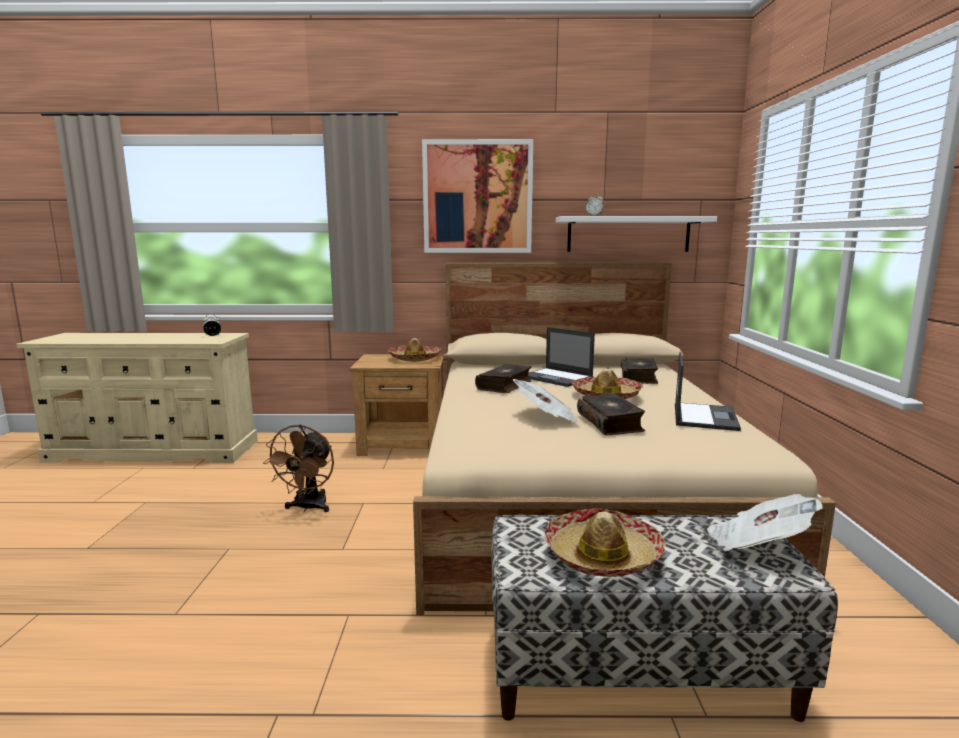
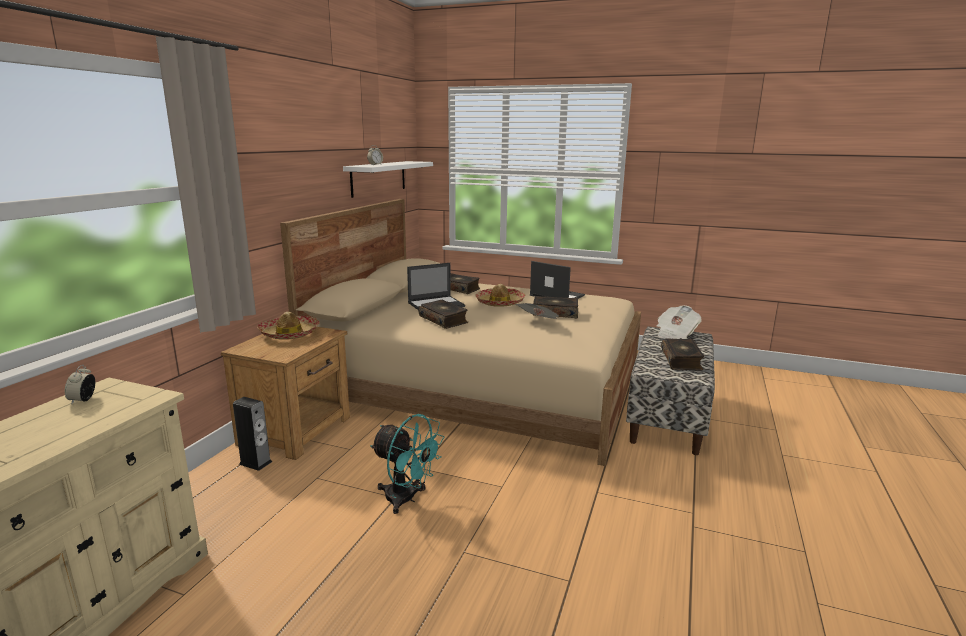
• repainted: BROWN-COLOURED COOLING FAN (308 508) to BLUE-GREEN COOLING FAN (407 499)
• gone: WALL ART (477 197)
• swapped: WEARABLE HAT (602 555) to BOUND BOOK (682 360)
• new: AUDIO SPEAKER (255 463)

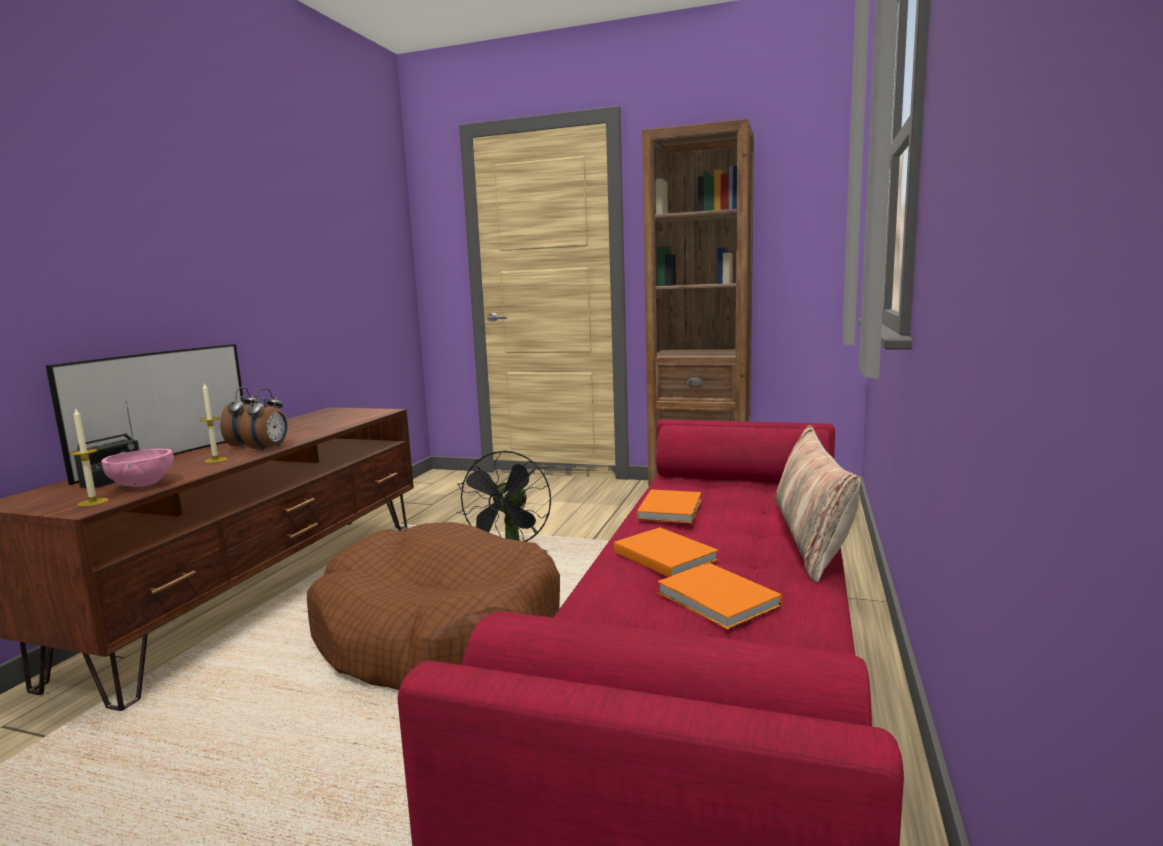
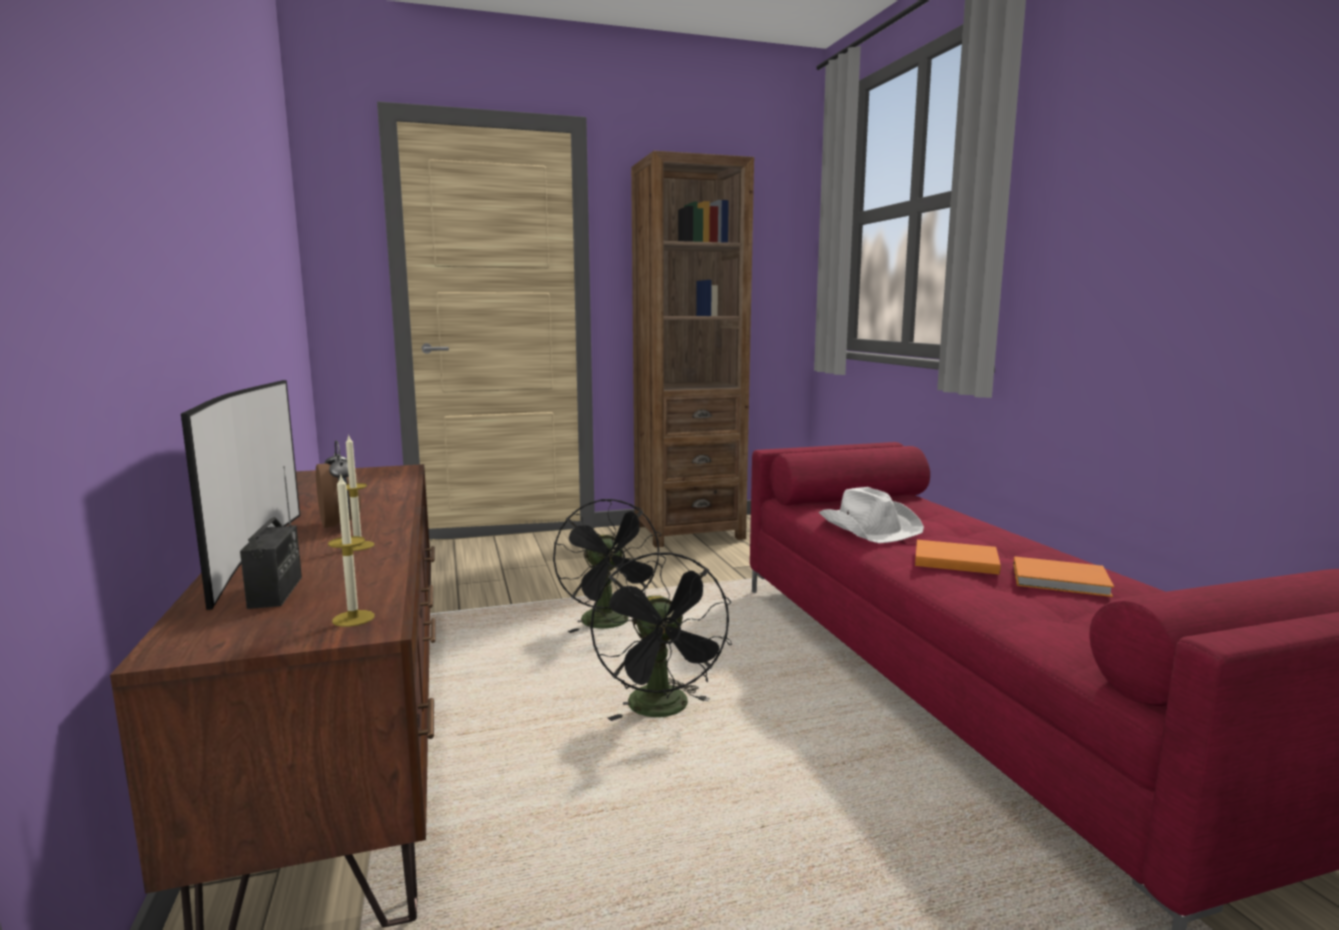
• gone: PINKISH DEEP DISH (143 486)
• gone: ALARM CLOCK (269 449)
• swapped: BROWN-COLOURED DOG CUSHION (439 635) to BLACKISH COOLING FAN (663 710)
• swapped: ORANGE BOUND BOOK (671 509) to WHITISH WEARABLE HAT (869 527)
• gone: THROW PILLOW (811 536)

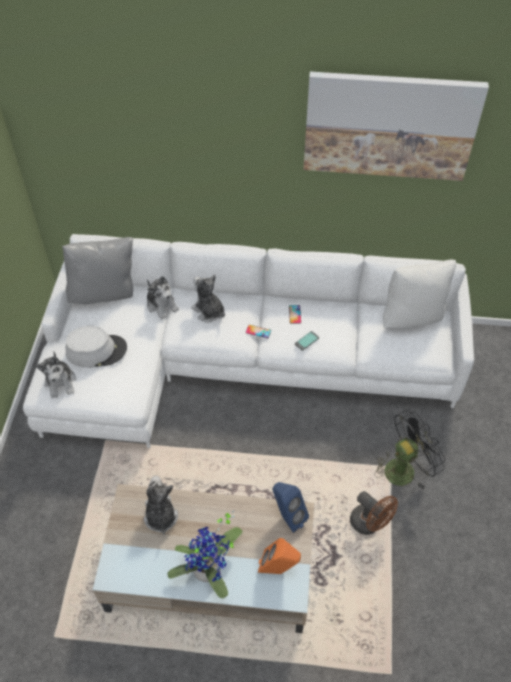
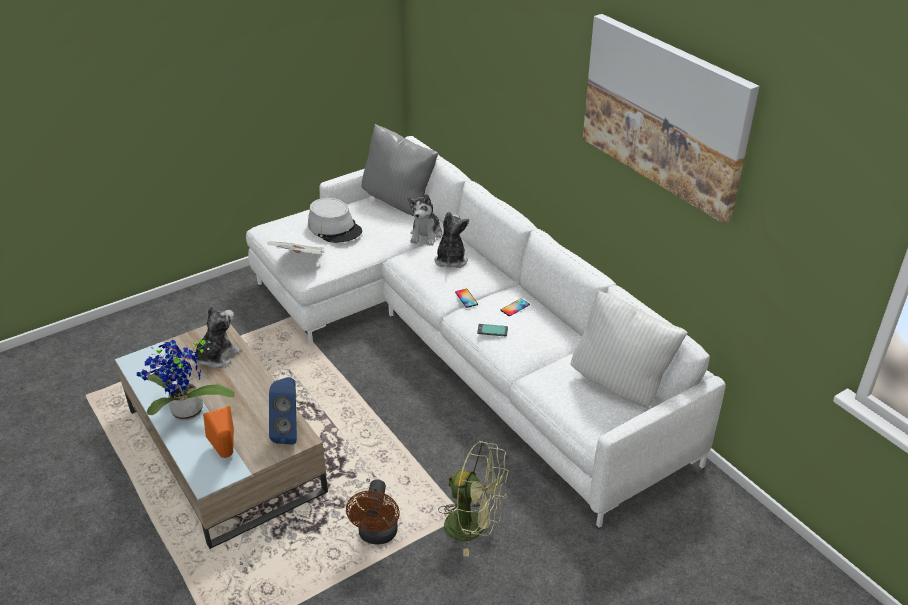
• gone: PLUSH TOY (61 382)
• repainted: BLACKISH COOLING FAN (404 468) to GREEN COOLING FAN (474 527)
• new: NEWSPAPER (300 260)

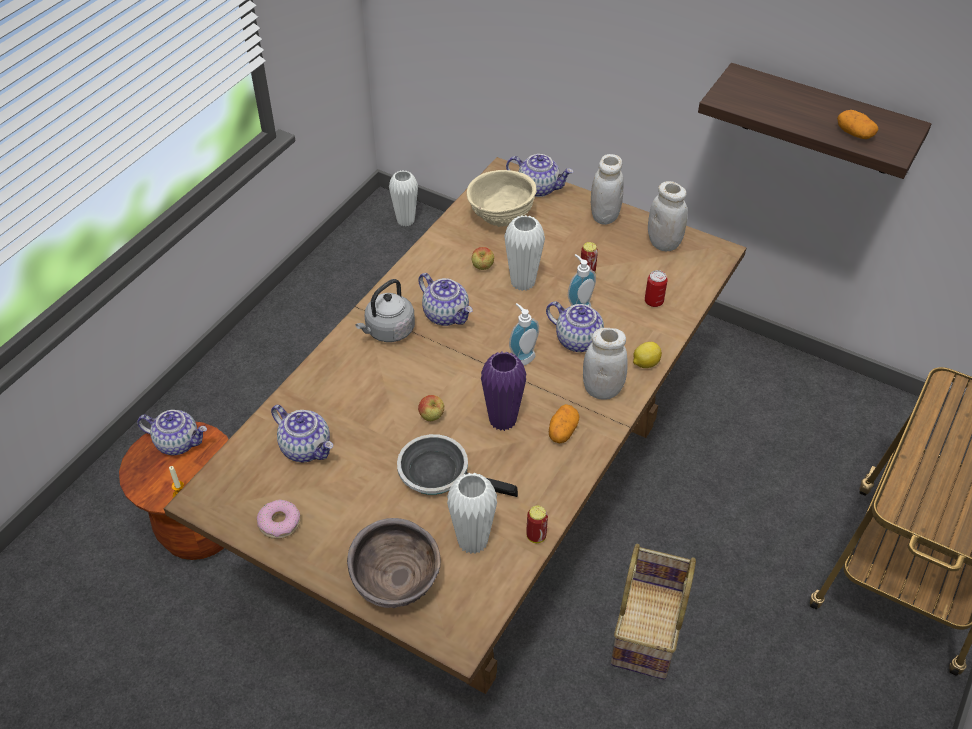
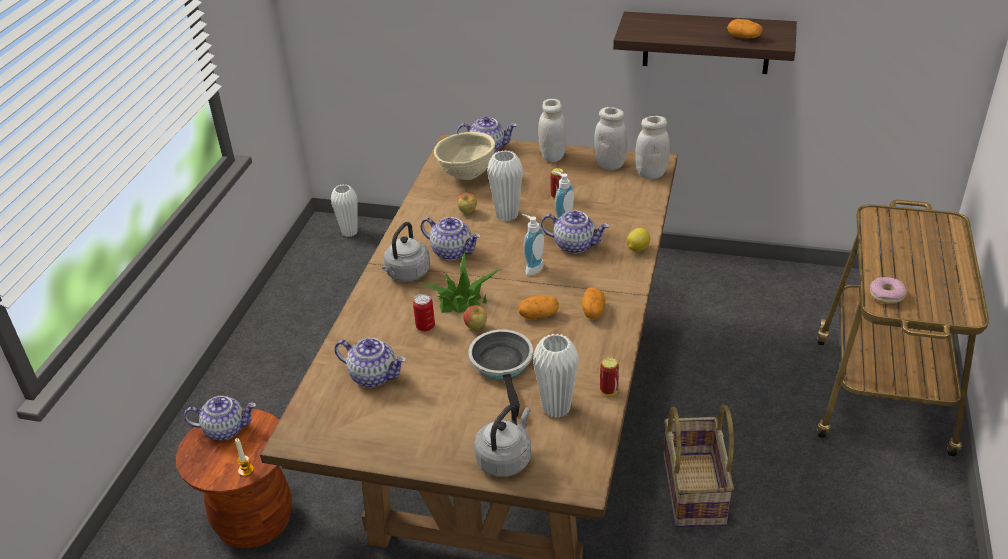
• shifted: RING DOUGHNUT (279 523) to (886 295)
• swapped: BROWN-COLOURED DEEP DISH (396 586) to GRAY KETTLE (505 459)
• rotated: FRYING PAN (440 473) = (503 366) 75 degrees clockwise
• swapped: PURPLISH DECORATIVE VASE (502 420) to POTATO (538 315)
• shifted: WHITISH JAR (602 390) to (651 174)
• shifted: SEALED CAN (653 301) to (425 326)
• new: HOUSEPLANT (461 299)

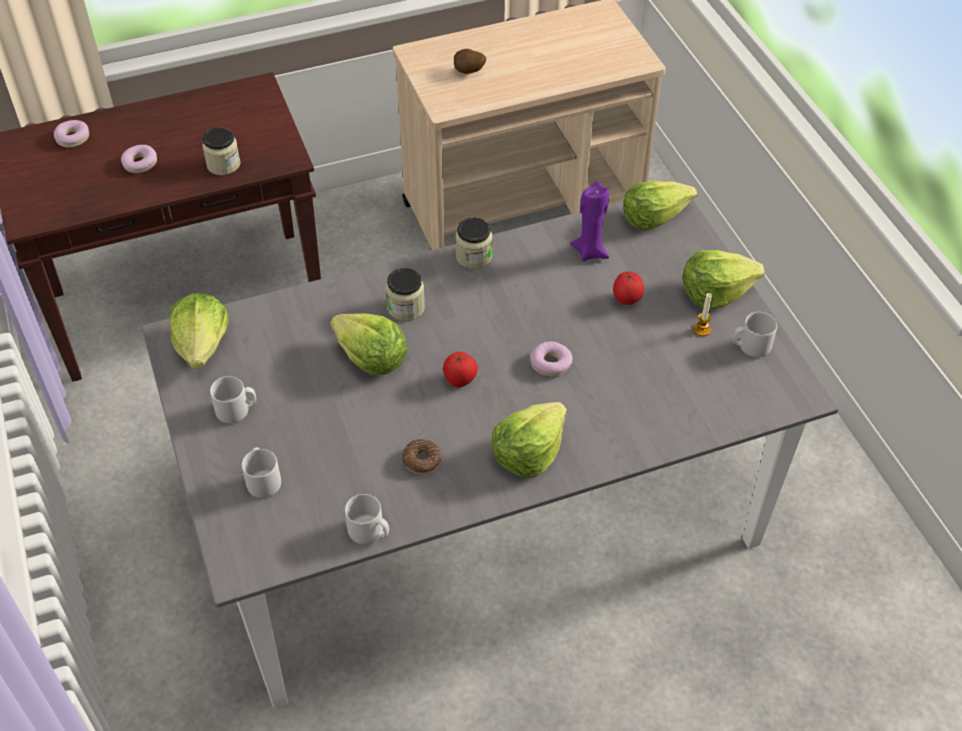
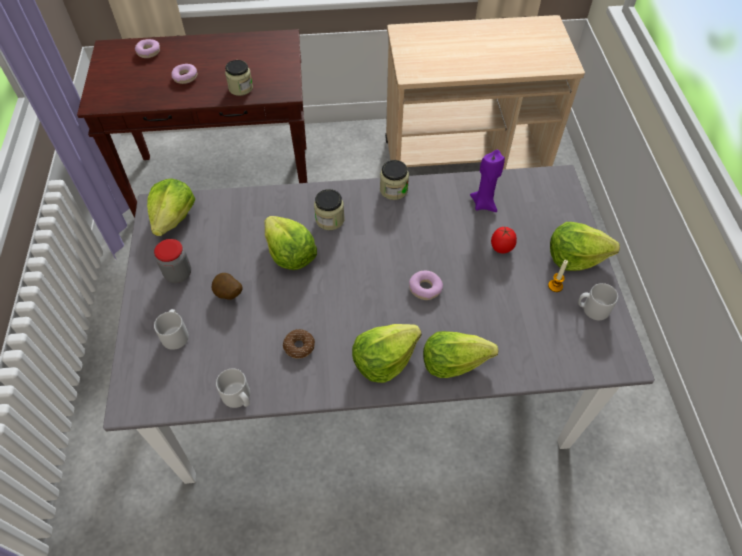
• swapped: GRAY TEA MUG (237 410) to JAR (178 274)
• gone: WHOLE TOMATO (460 380)
• shifted: POTATO (469 73) to (228 295)
• shifted: HEAD OF LETTUCE (654 216) to (454 361)

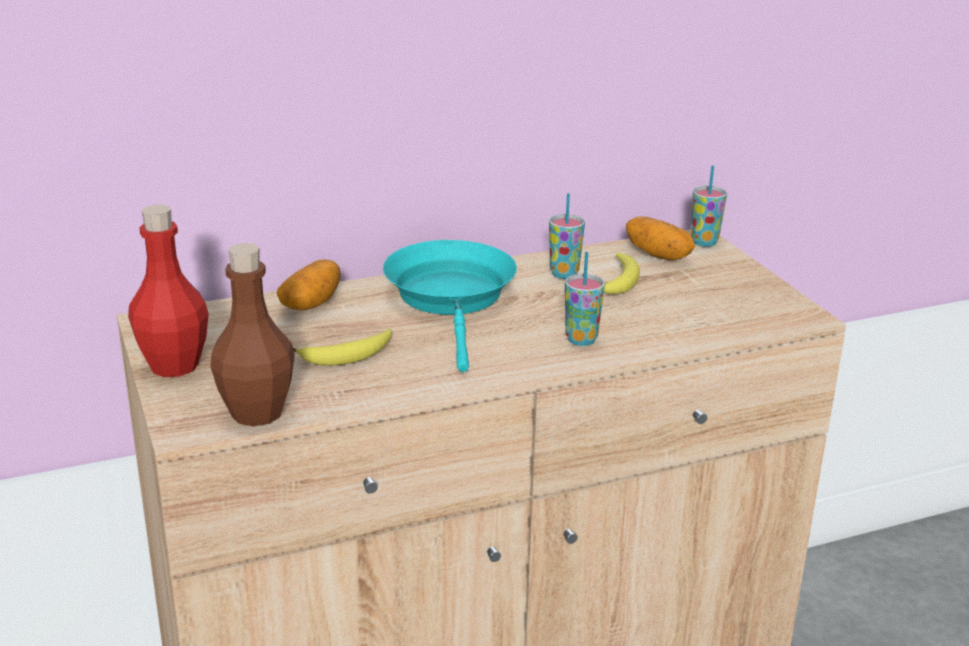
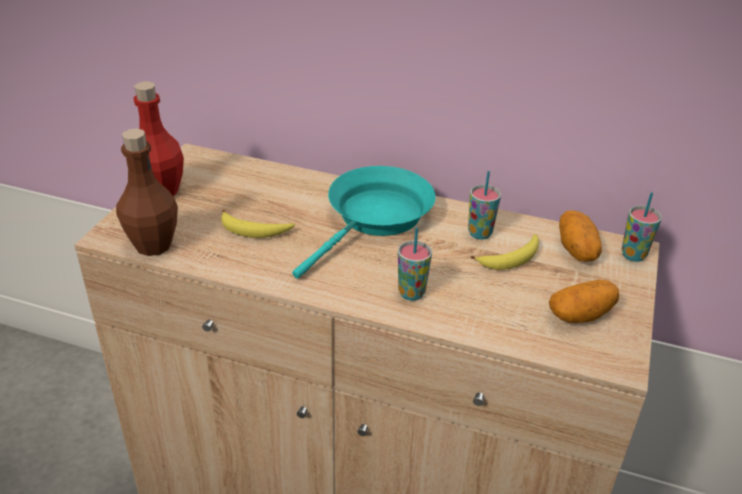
• shifted: POTATO (311 304) to (581 315)

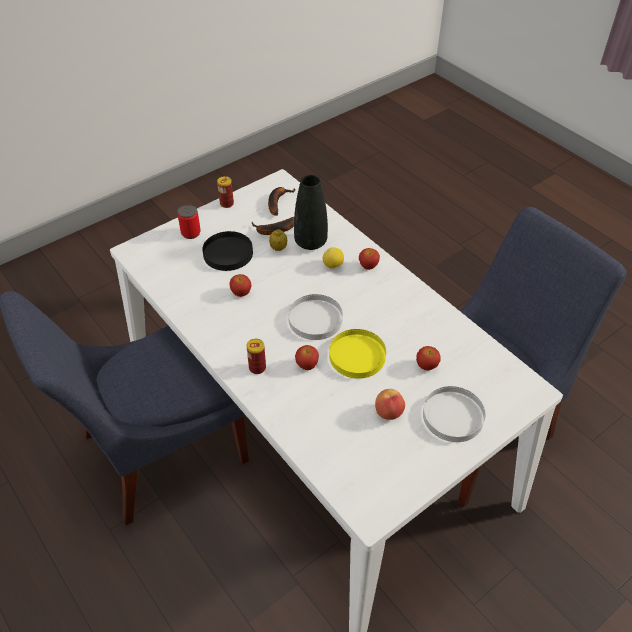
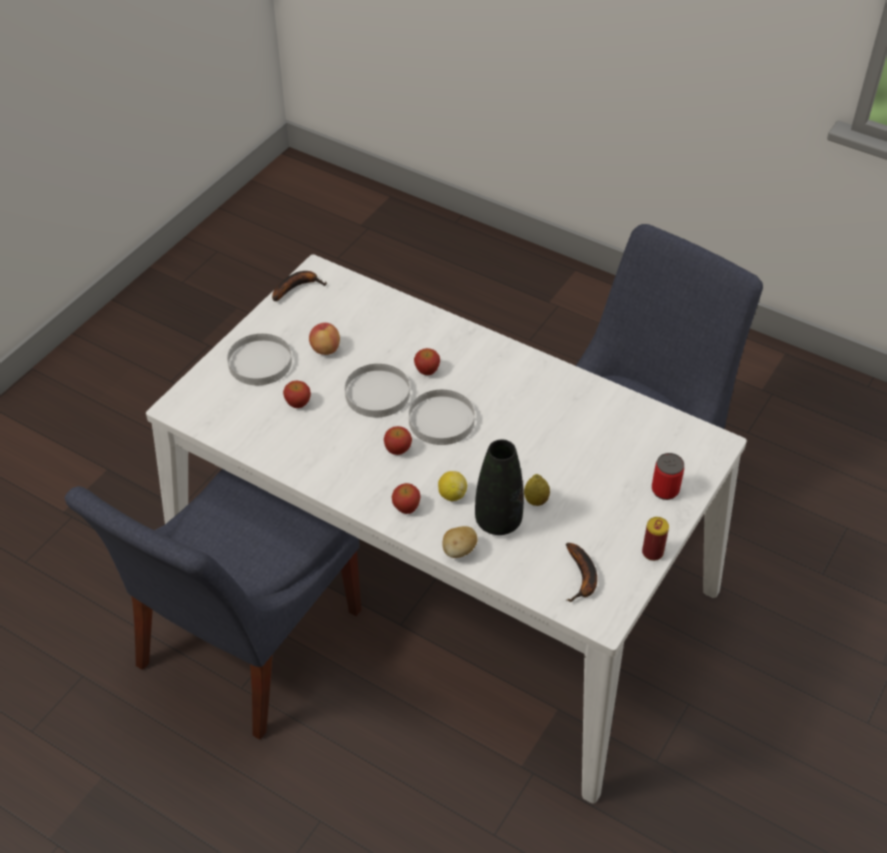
• gone: BLACKISH FLAT DISH (227 253)
• shifted: APPLE (241 293) to (398 449)
• gone: SEALED CAN (257 368)
• shifted: BANANA FRUIT (274 230) to (297 287)
• repainted: YELLOW-COLOURED FLAT DISH (357 355) to WHITISH FLAT DISH (378 393)
• new: POTATO (459 551)

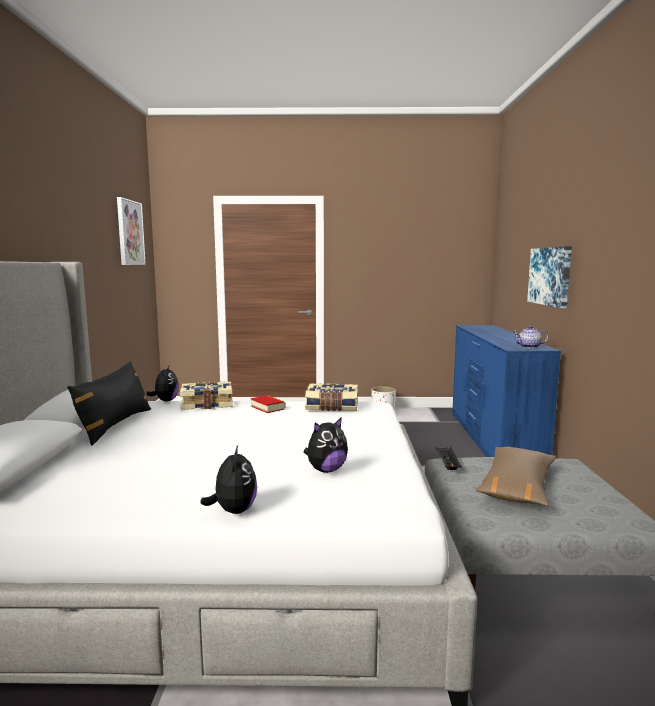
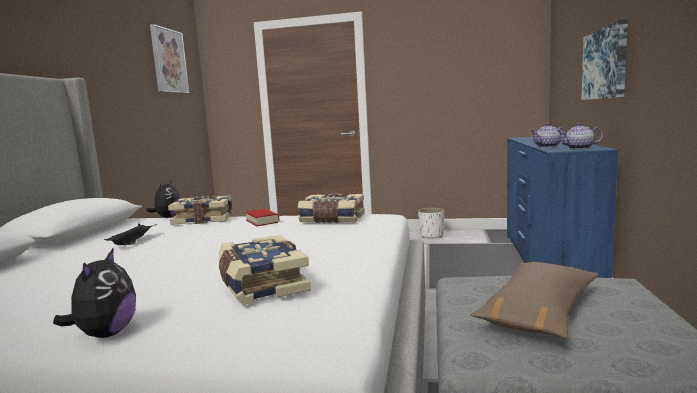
• gone: BLACKISH THROW PILLOW (115 425)
• swapped: PLUSH TOY (326 470) to BOUND BOOK (261 285)
• shifted: BLACKISH CARRYING TRAY (447 465) to (133 242)
• new: TEA POT (548 146)

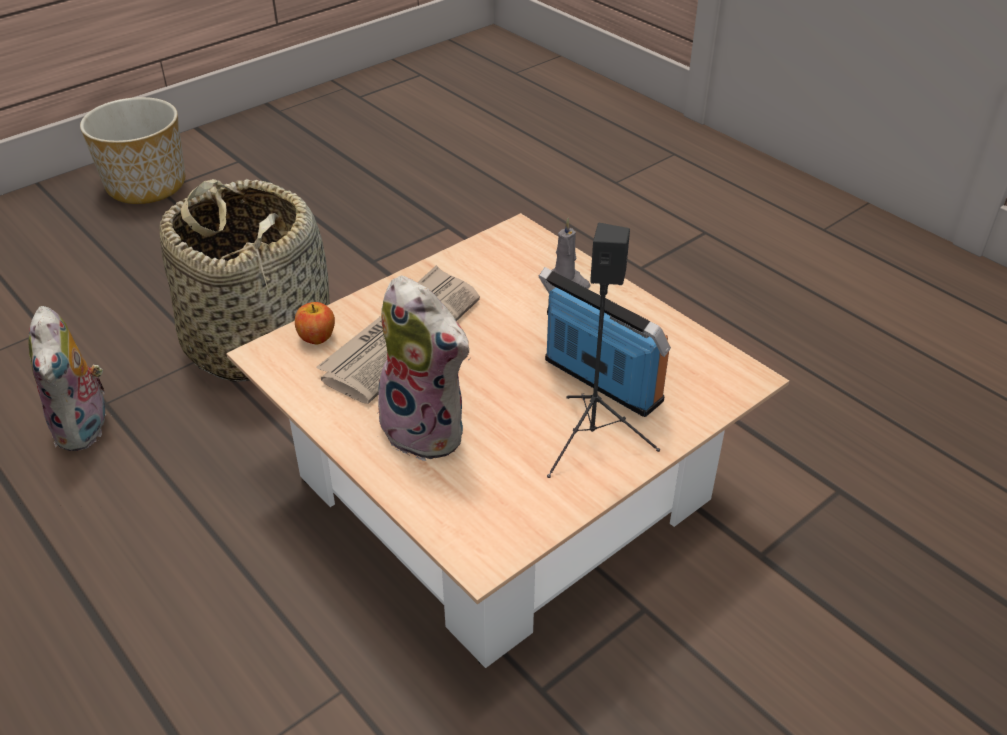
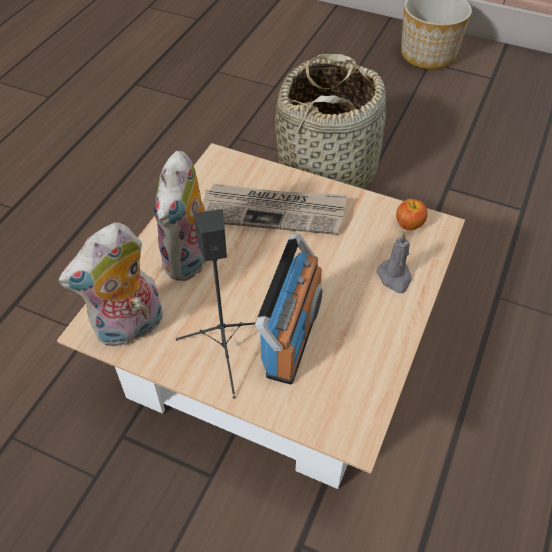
• shifted: PLUSH TOY (86 428) to (130 328)
• shifted: APPLE (317 337) to (409 224)

